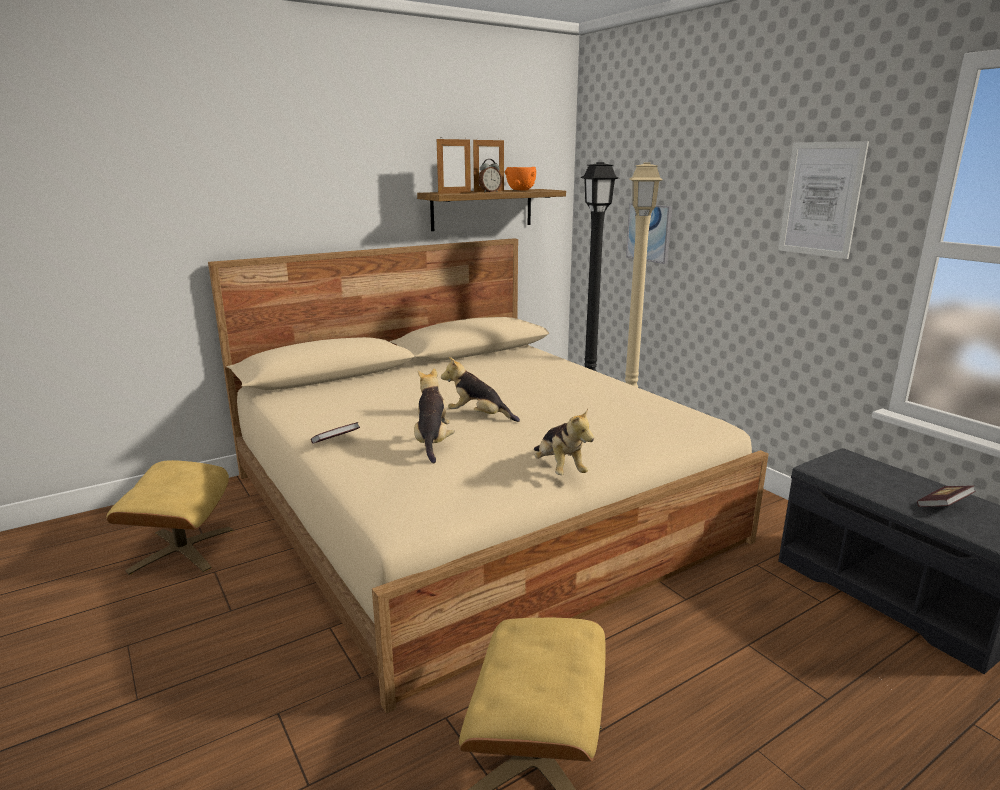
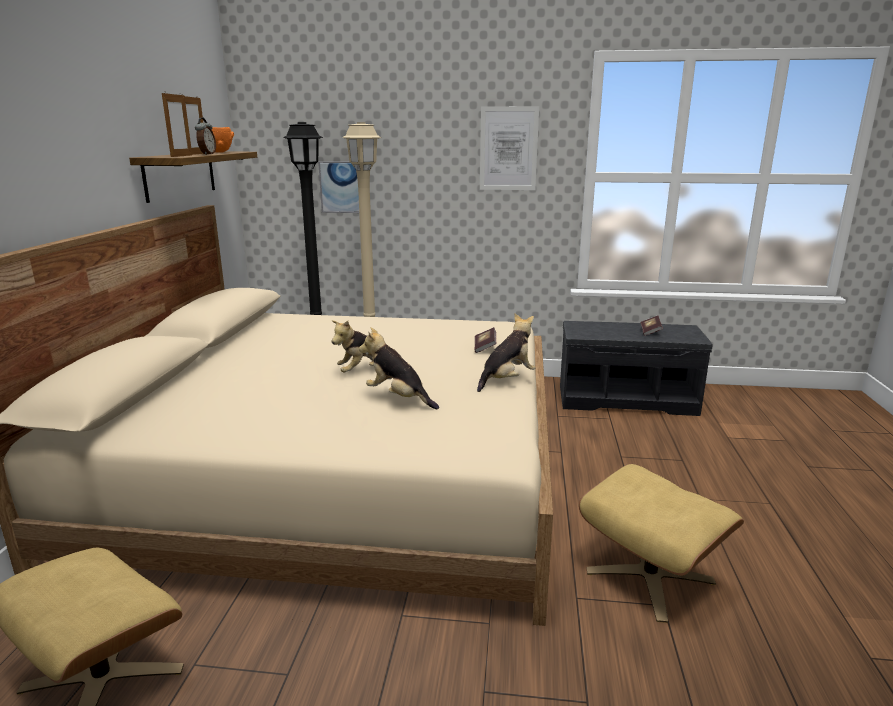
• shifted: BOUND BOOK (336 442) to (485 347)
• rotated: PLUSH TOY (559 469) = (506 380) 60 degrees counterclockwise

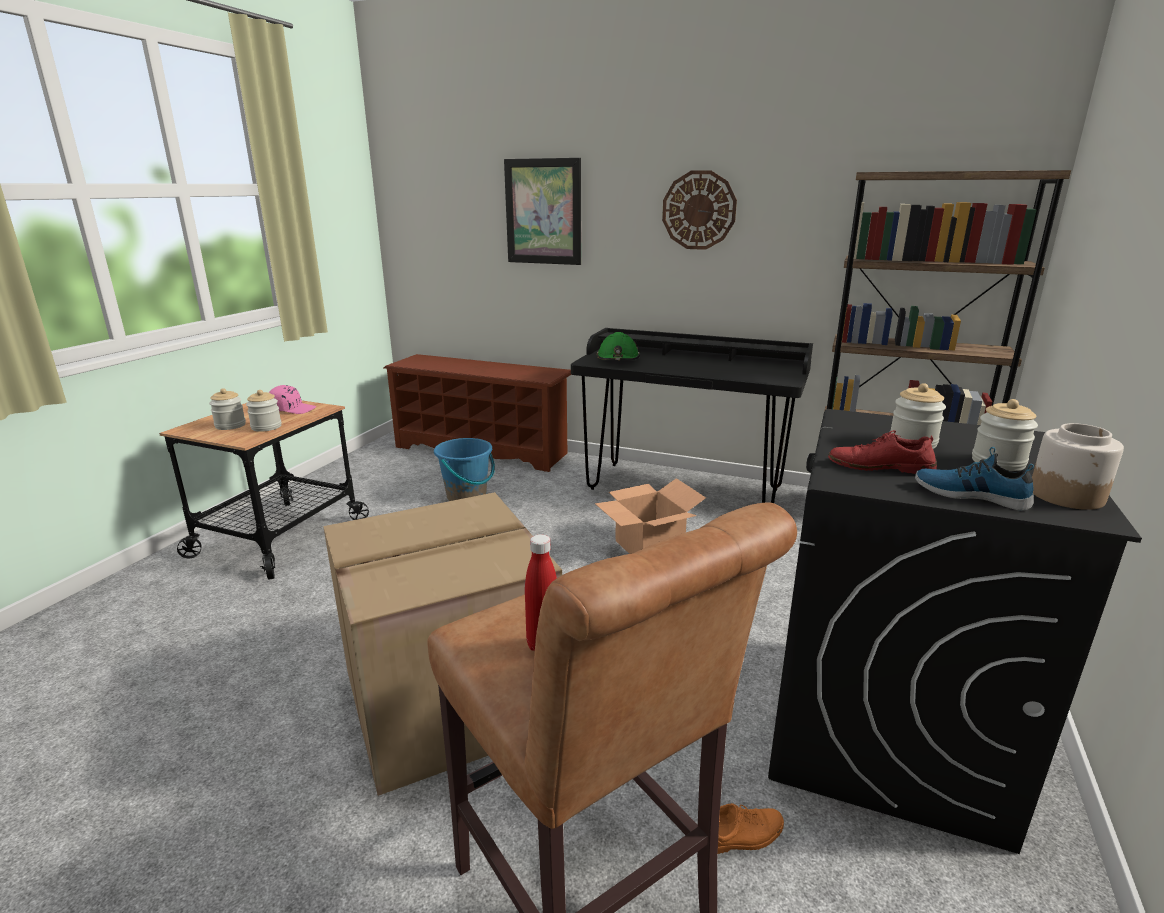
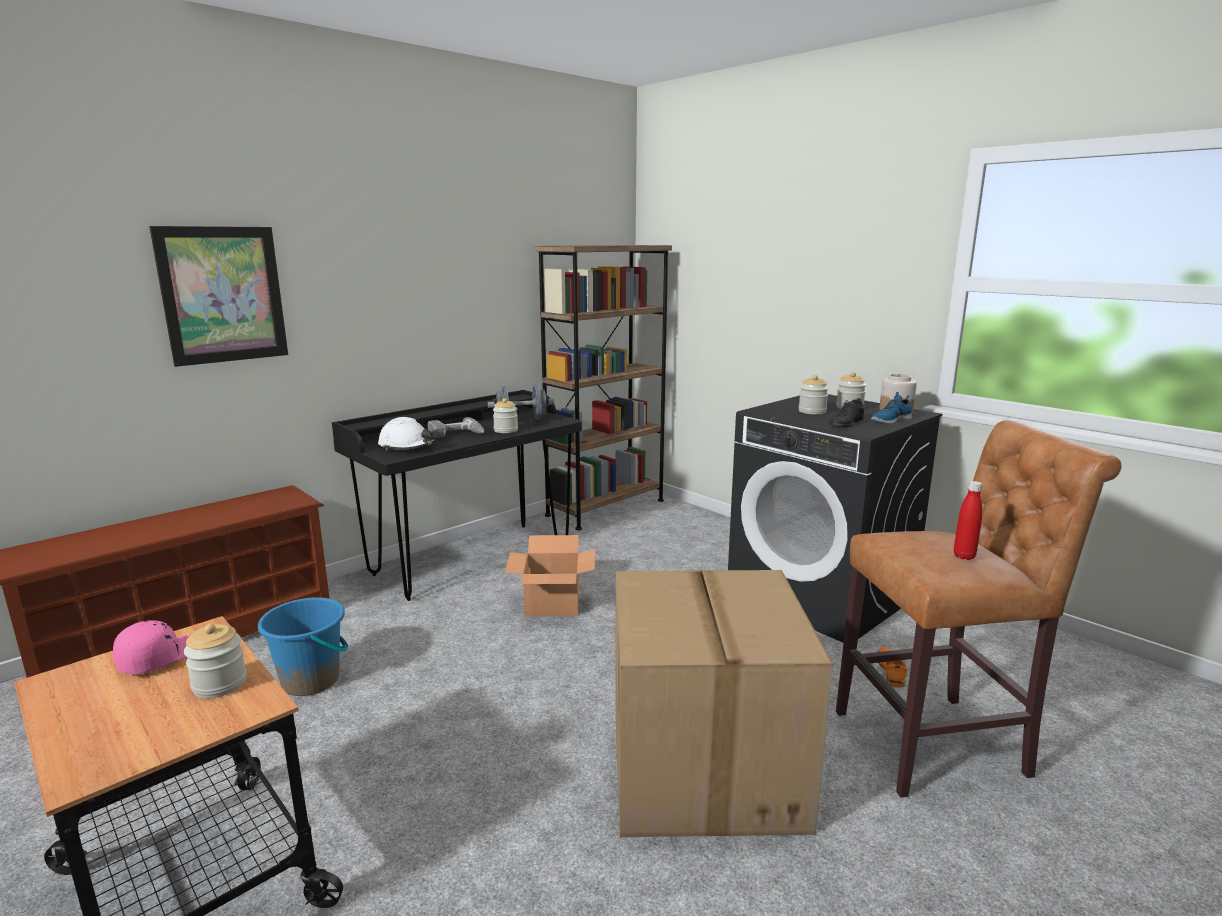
• shifted: JAR (230 425) to (506 430)
• repainted: GREEN WORK HELMET (618 359) to WHITISH WORK HELMET (407 447)
• gone: HANGING CLOCK (699 210)
• repainted: RED SHOE (880 466) to BLACKISH SHOE (846 423)
• new: POWER DRILL (457 435)
• new: GRAY DUMBBELL (521 420)

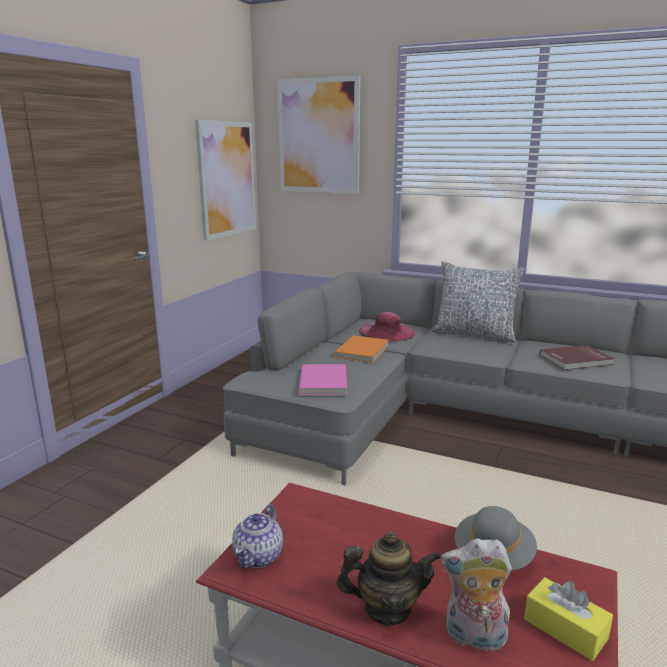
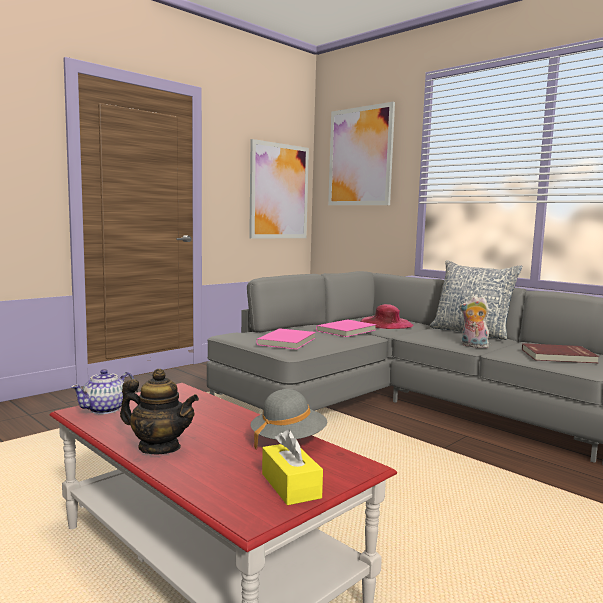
• repainted: ORANGE BOUND BOOK (363 351) to PINKISH BOUND BOOK (347 330)
• shifted: PLUSH TOY (474 638) to (473 346)

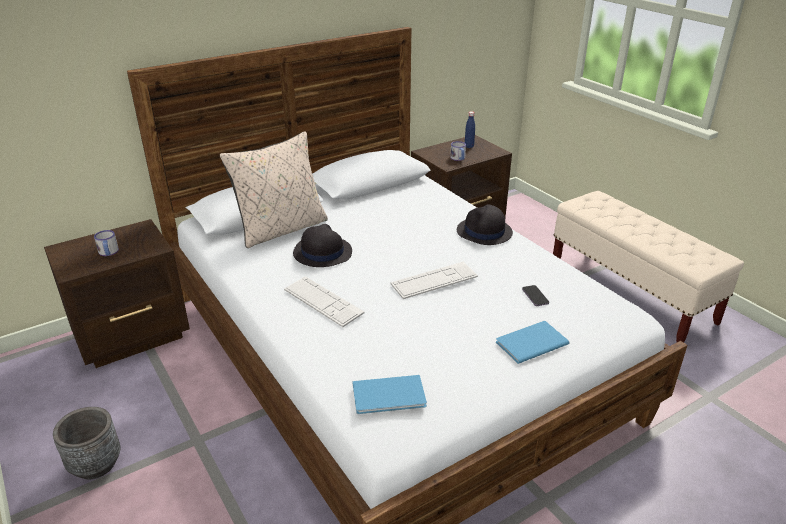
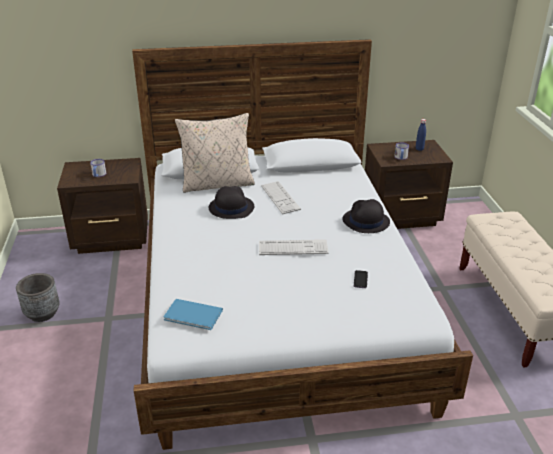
• shifted: KEYBOARD (323 302) to (280 198)
• gone: BLUISH BOUND BOOK (529 343)

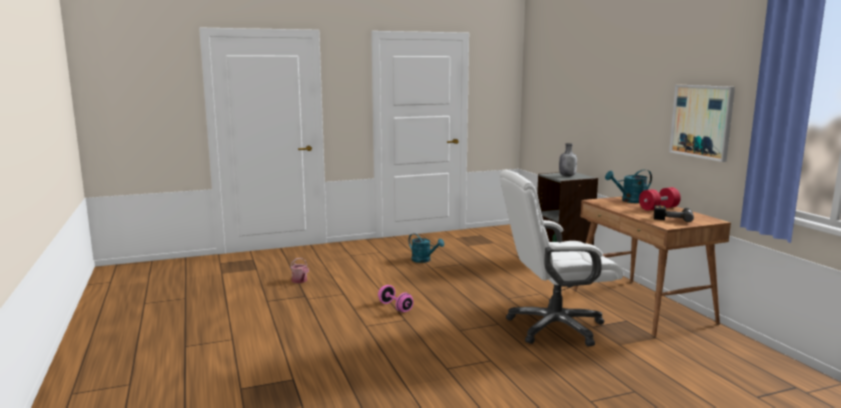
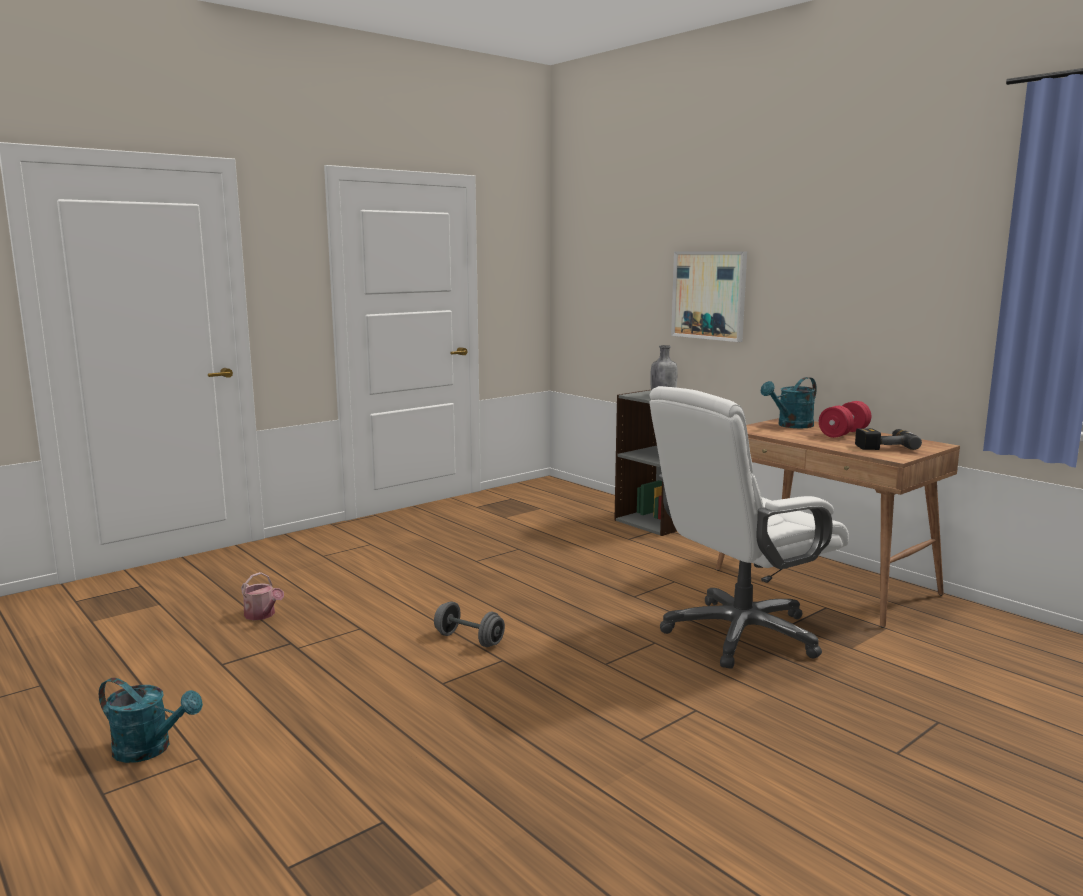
• repainted: PINKISH DUMBBELL (395 307) to GRAY DUMBBELL (469 639)
• shifted: BLUE-GREEN SPRINKLING CAN (424 260) to (150 749)
• shifted: WALL ART (701 121) to (709 295)

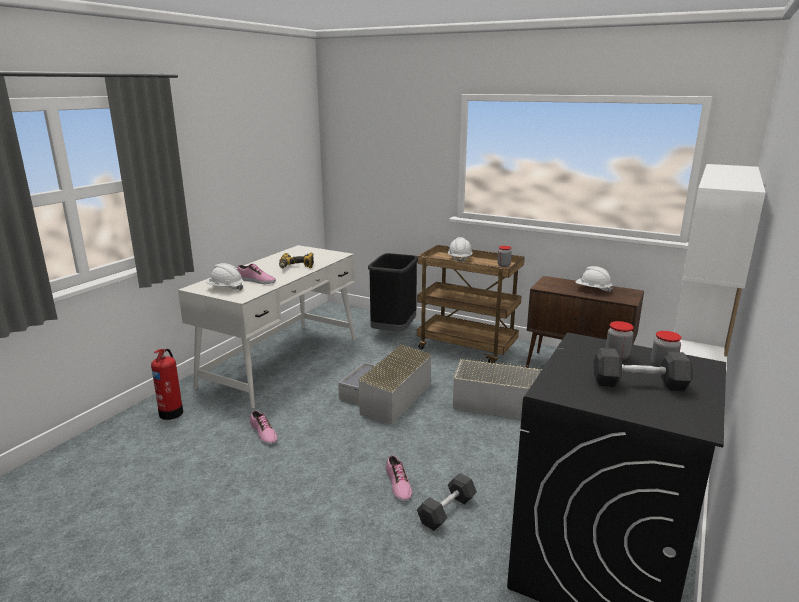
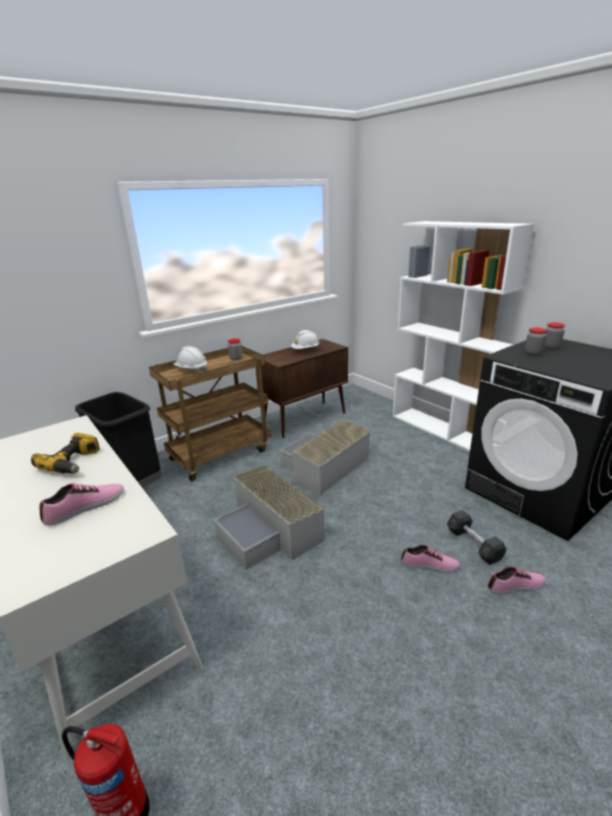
• gone: WHITISH WORK HELMET (225 289)
• shifted: SHOE (263 434) to (516 586)
• gone: GRAY DUMBBELL (639 384)

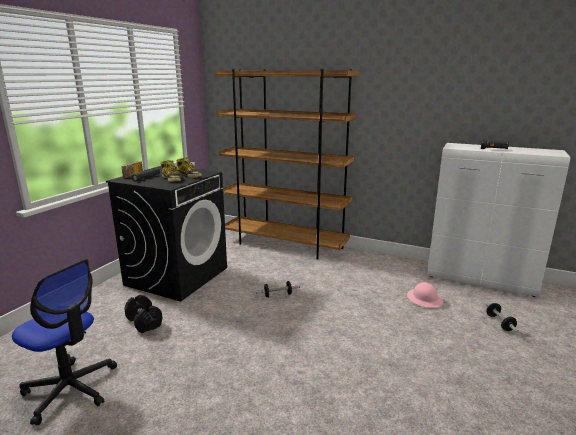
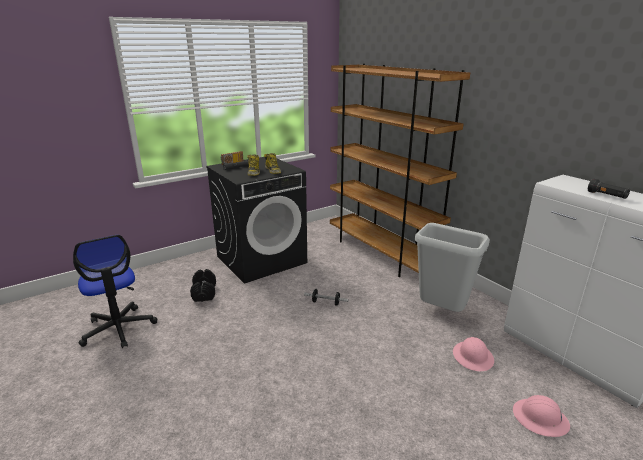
• swapped: DUMBBELL (499 323) to PINKISH WORK HELMET (540 419)
• new: GRAY WASTE BIN (442 311)

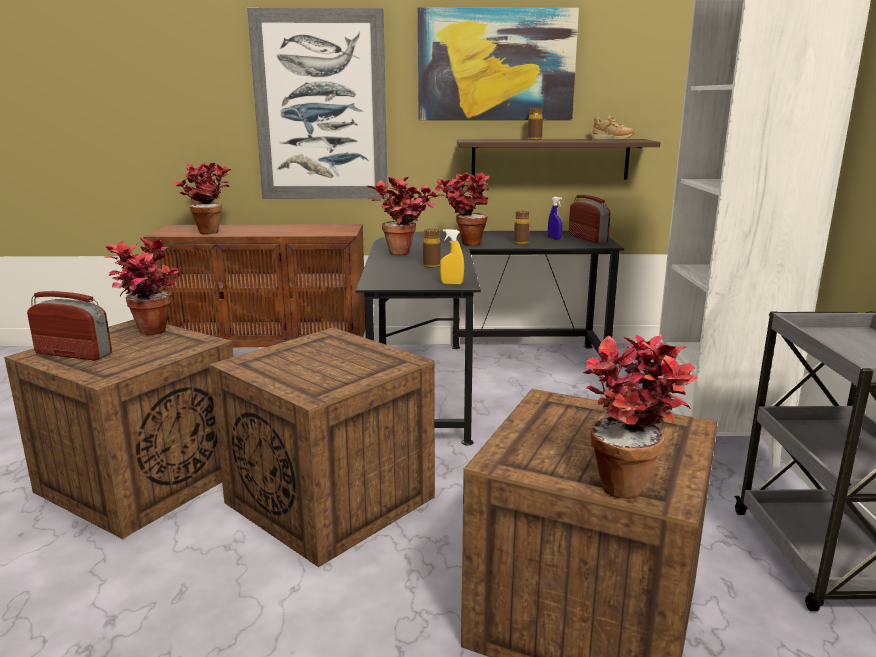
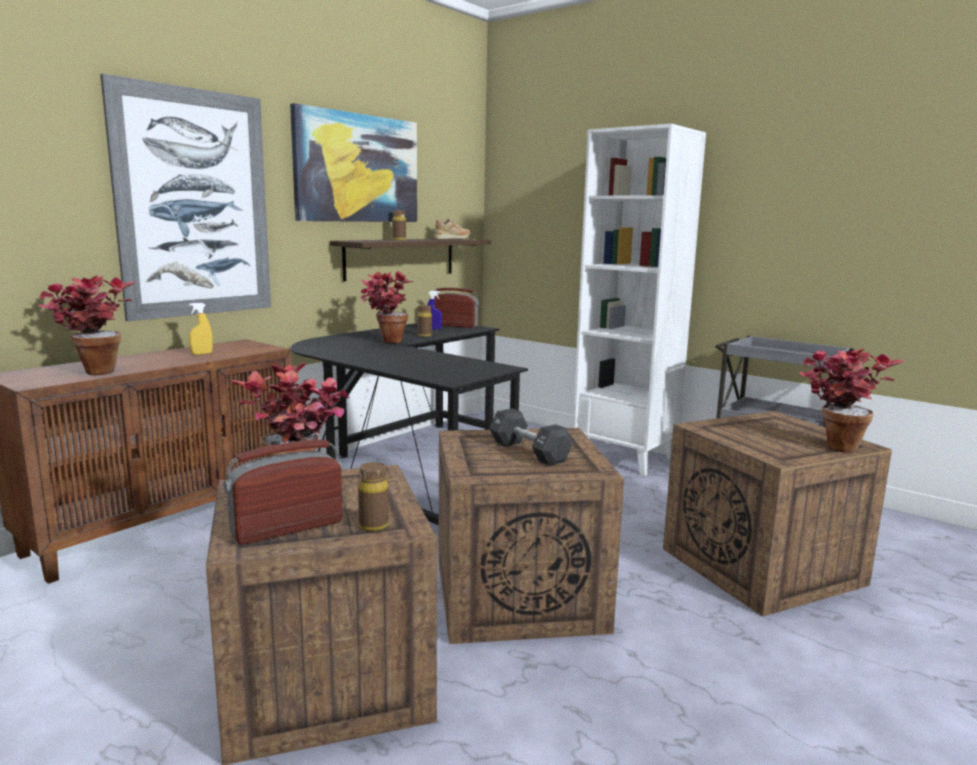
• gone: HOUSEPLANT (405 255)
• shifted: BROWN-COLOURED BEVERAGE BOTTLE (431 266) to (373 525)
• shifted: YELLOW-COLOURED SPRAY BOTTLE (451 284) to (201 354)
• new: BLACKISH DUMBBELL (529 452)

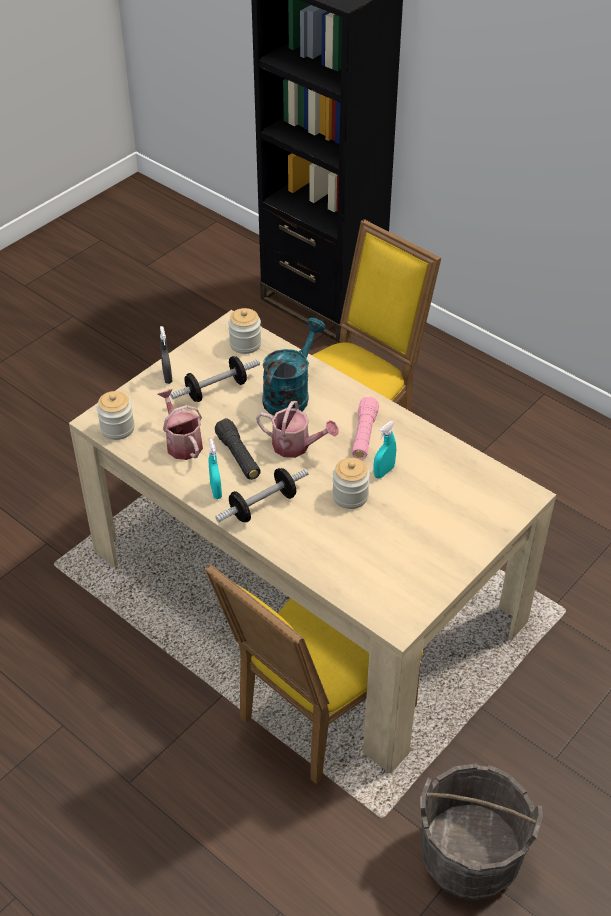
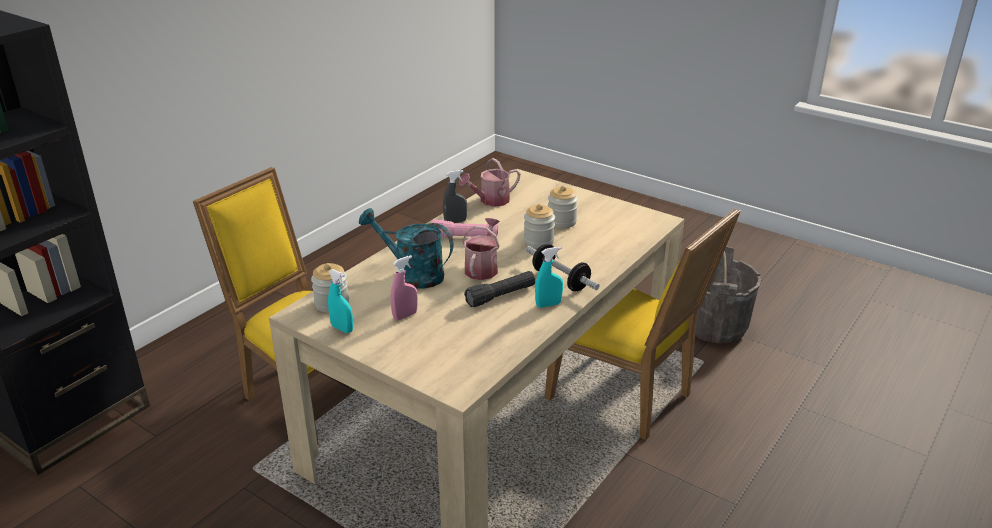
• shifted: JAR (117 428) to (561 222)
• shifted: SPRINKLING CAN (182 442) to (490 201)
• shifted: GRAY SPRAY BOTTLE (167 377) to (455 222)
• swapped: DUMBBELL (216 390) to PINKISH SPRAY BOTTLE (405 315)
• shifted: BLUE-GREEN SPRAY BOTTLE (384 472) to (342 329)

